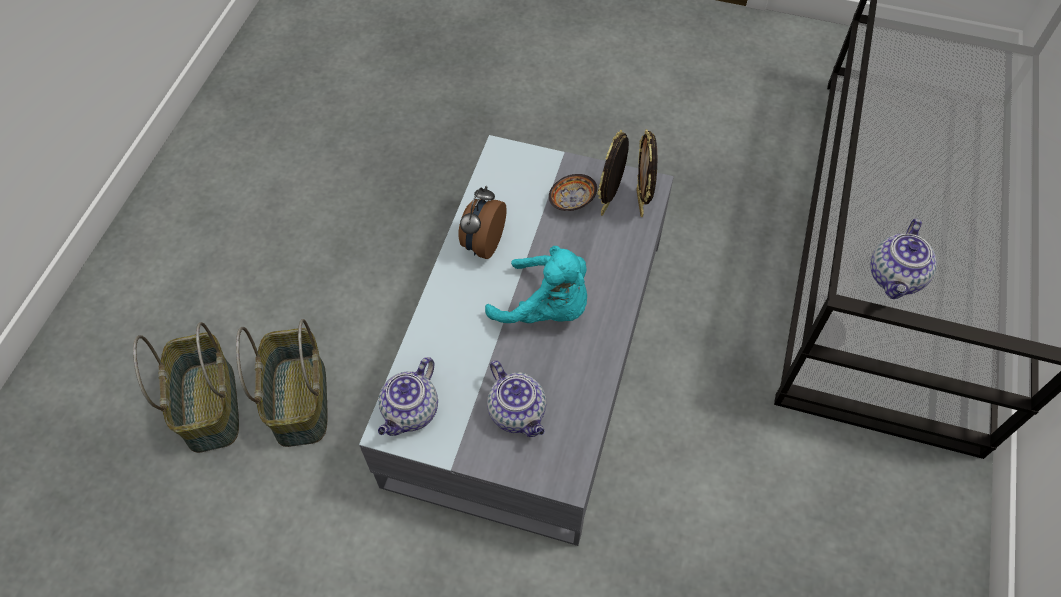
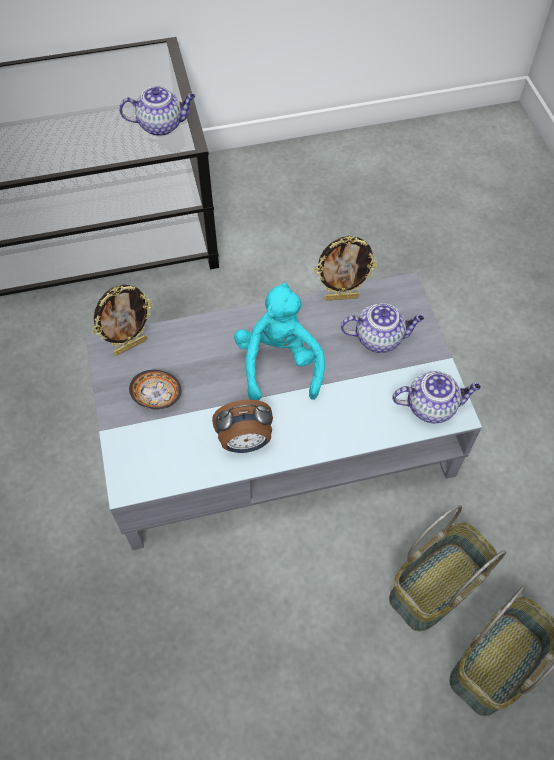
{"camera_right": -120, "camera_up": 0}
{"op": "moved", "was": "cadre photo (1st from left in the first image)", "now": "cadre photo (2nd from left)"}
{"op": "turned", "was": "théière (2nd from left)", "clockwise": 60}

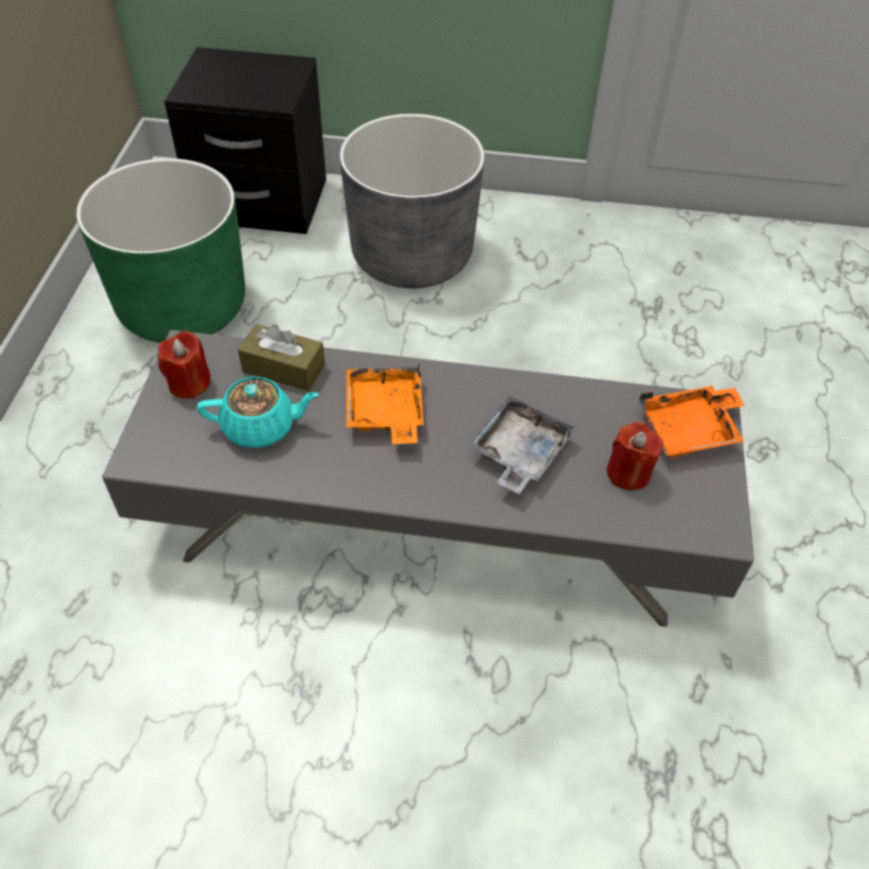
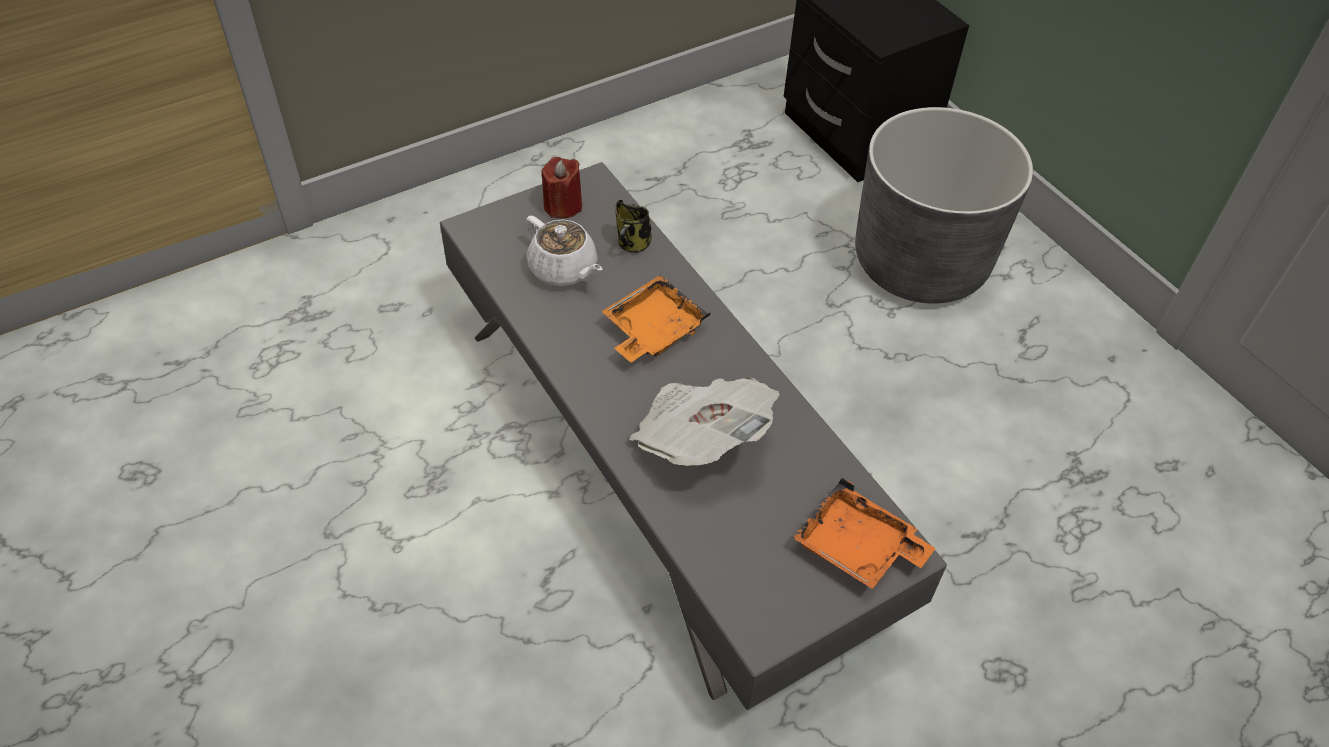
{"camera_right": 50, "camera_up": 0}
{"op": "removed", "was": "cache-pot (vert)"}
{"op": "replaced", "was": "boîte à mouchoirs (marron)", "now": "mug"}
{"op": "recoloured", "was": "théière (turquoise)", "now": "théière (blanc)"}
{"op": "replaced", "was": "plateau (gris)", "now": "journal"}
{"op": "removed", "was": "bougie (rouge) (2nd from left)"}

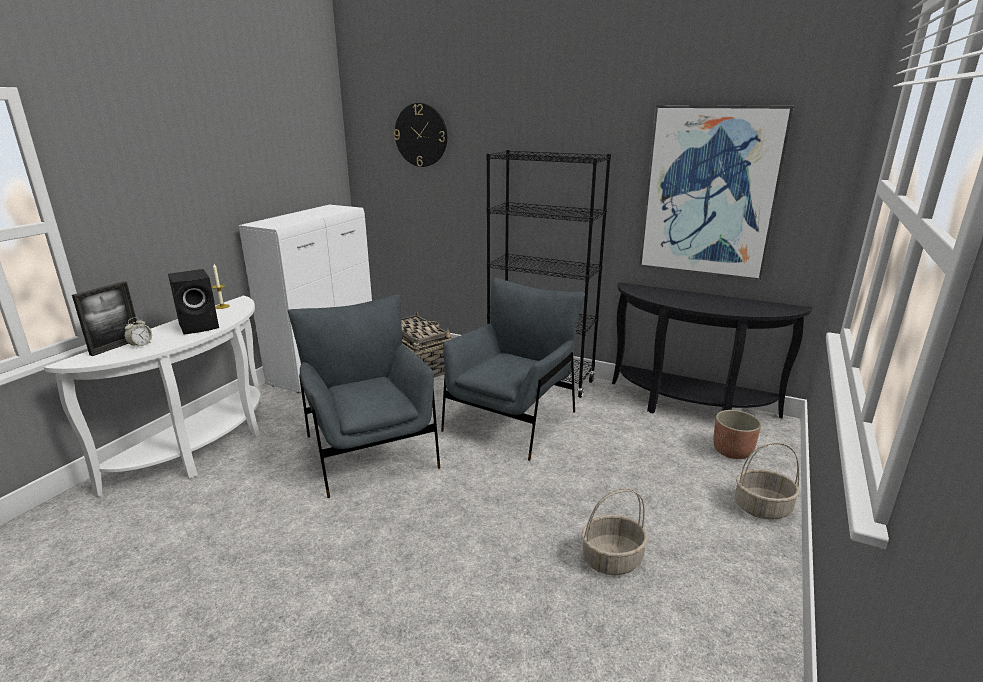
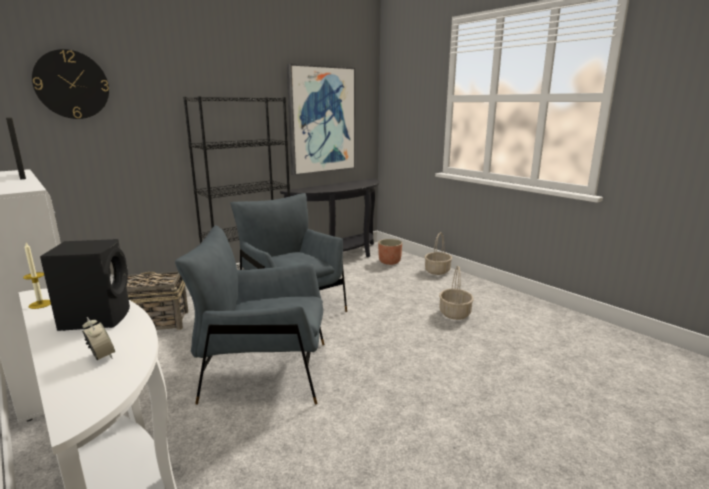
{"camera_right": -65, "camera_up": -5}
{"op": "moved", "was": "cadre photo"}

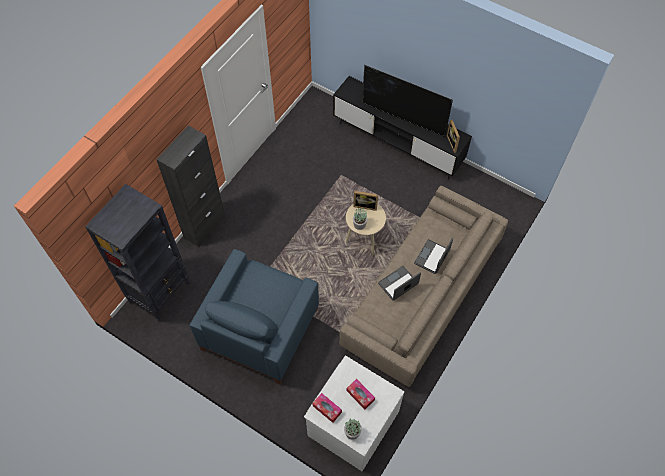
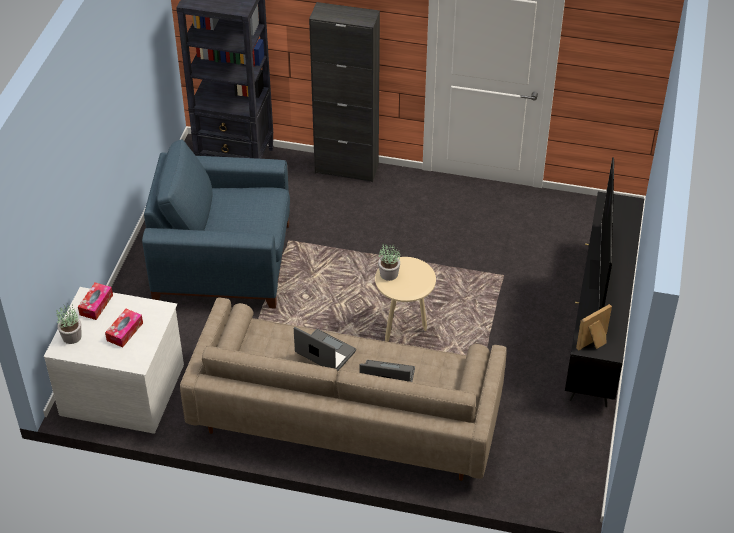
{"camera_right": 70, "camera_up": -15}
{"op": "removed", "was": "cadre photo (1st from left)"}

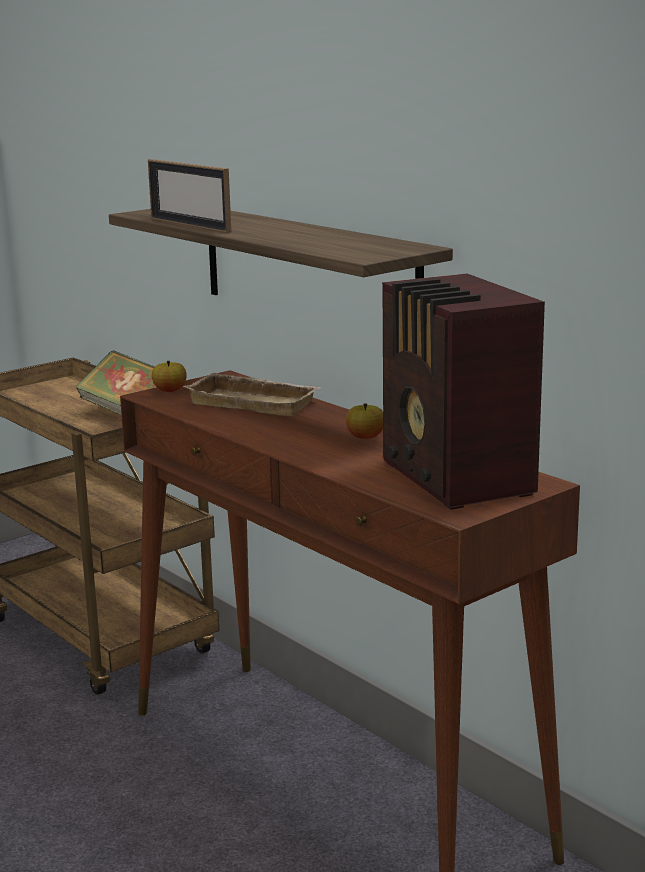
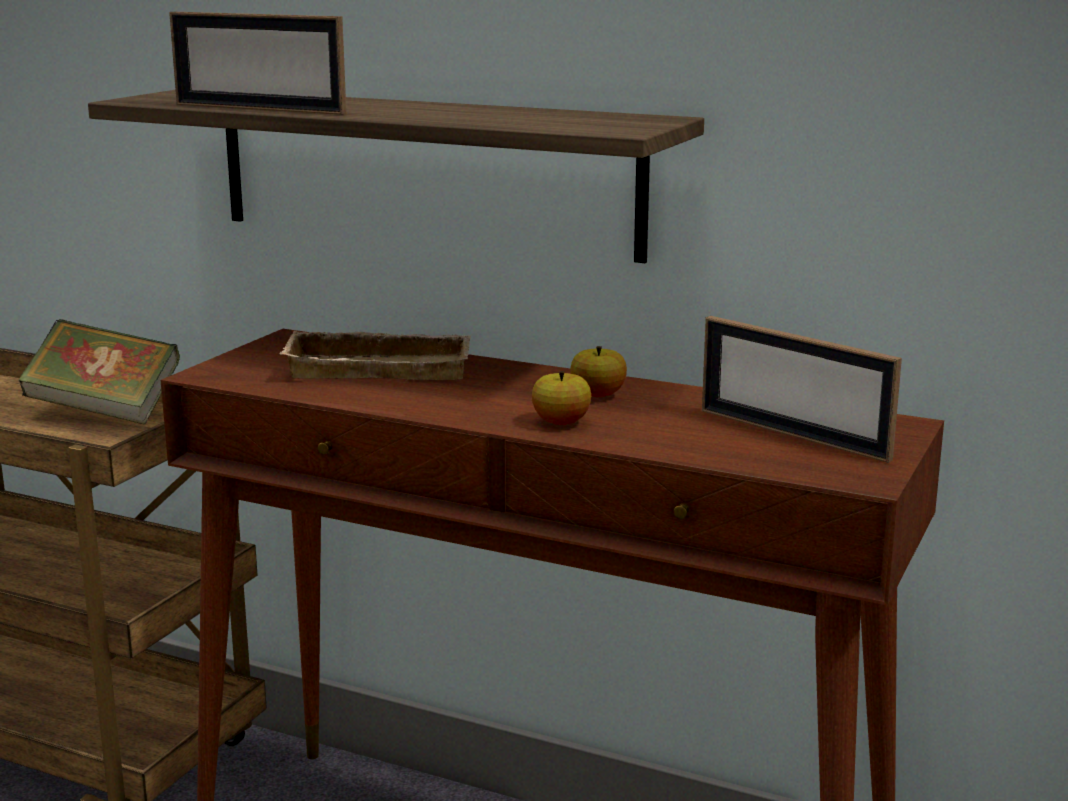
{"camera_right": -25, "camera_up": 0}
{"op": "replaced", "was": "radio", "now": "cadre photo (2nd from left)"}
{"op": "moved", "was": "pomme (1st from left)"}

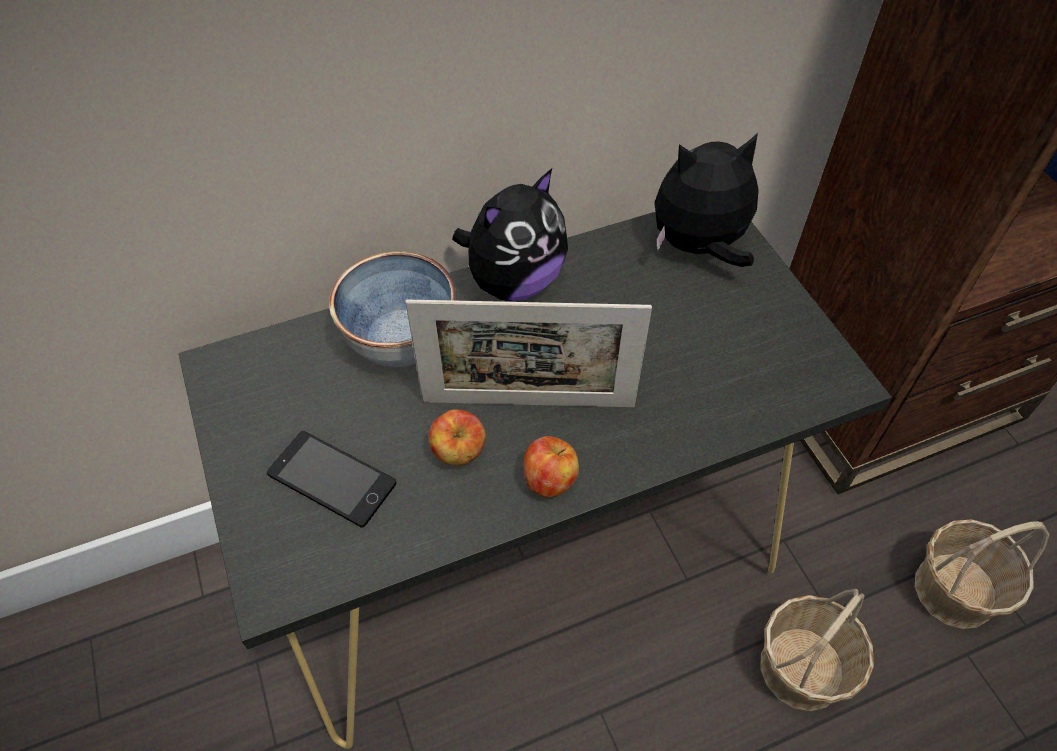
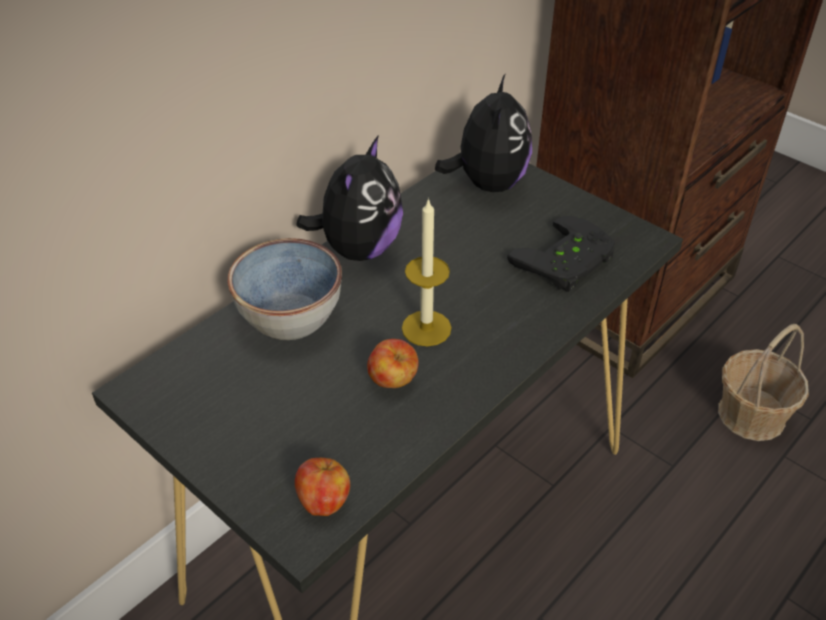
{"camera_right": -25, "camera_up": -10}
{"op": "turned", "was": "peluche (2nd from left)", "clockwise": 135}
{"op": "replaced", "was": "cadre photo", "now": "bougie"}
{"op": "removed", "was": "téléphone"}
{"op": "moved", "was": "pomme (2nd from left in the first image)", "now": "pomme (1st from left)"}
{"op": "removed", "was": "panier (1st from left)"}
{"op": "added", "now": "manette (noir)"}

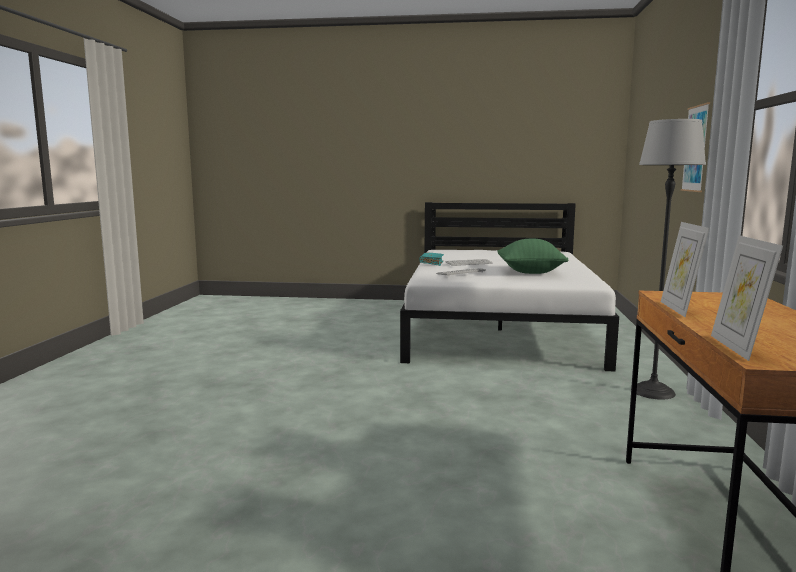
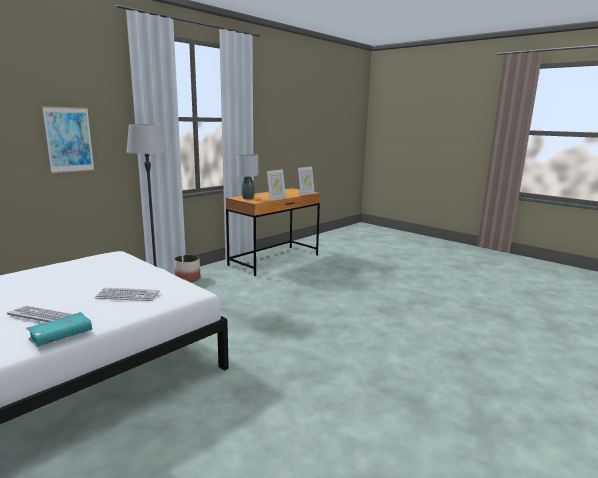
{"camera_right": -145, "camera_up": 5}
{"op": "removed", "was": "coussin (vert)"}
{"op": "added", "now": "lampe de table (gris)"}
{"op": "added", "now": "cache-pot"}

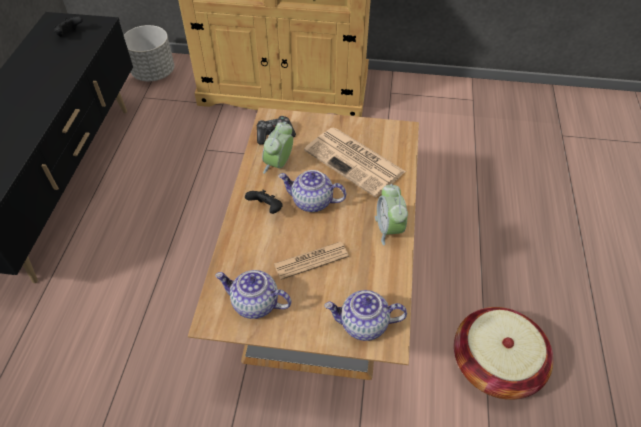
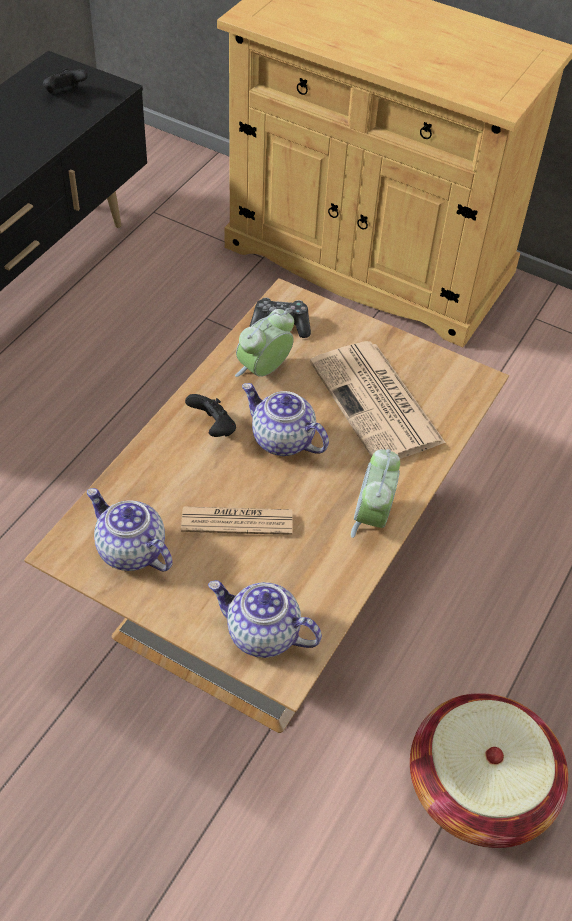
{"camera_right": 20, "camera_up": 0}
{"op": "removed", "was": "cache-pot (gris)"}

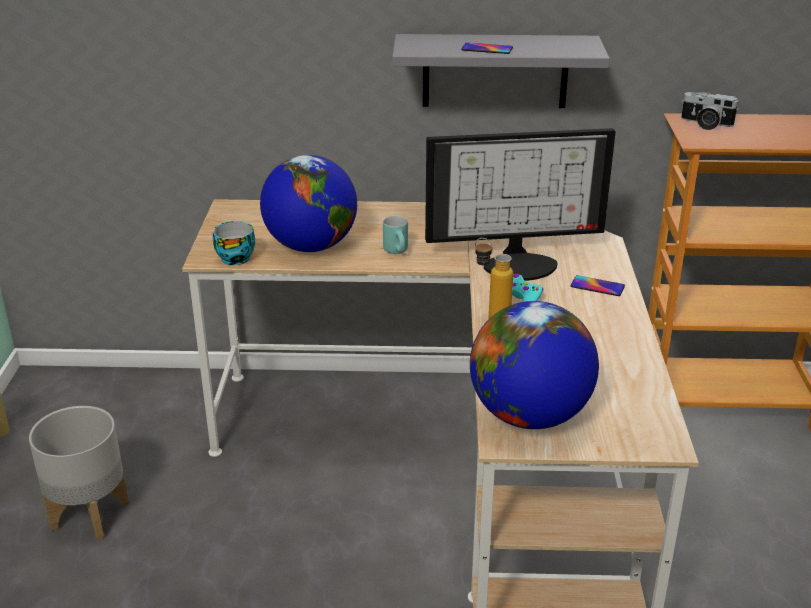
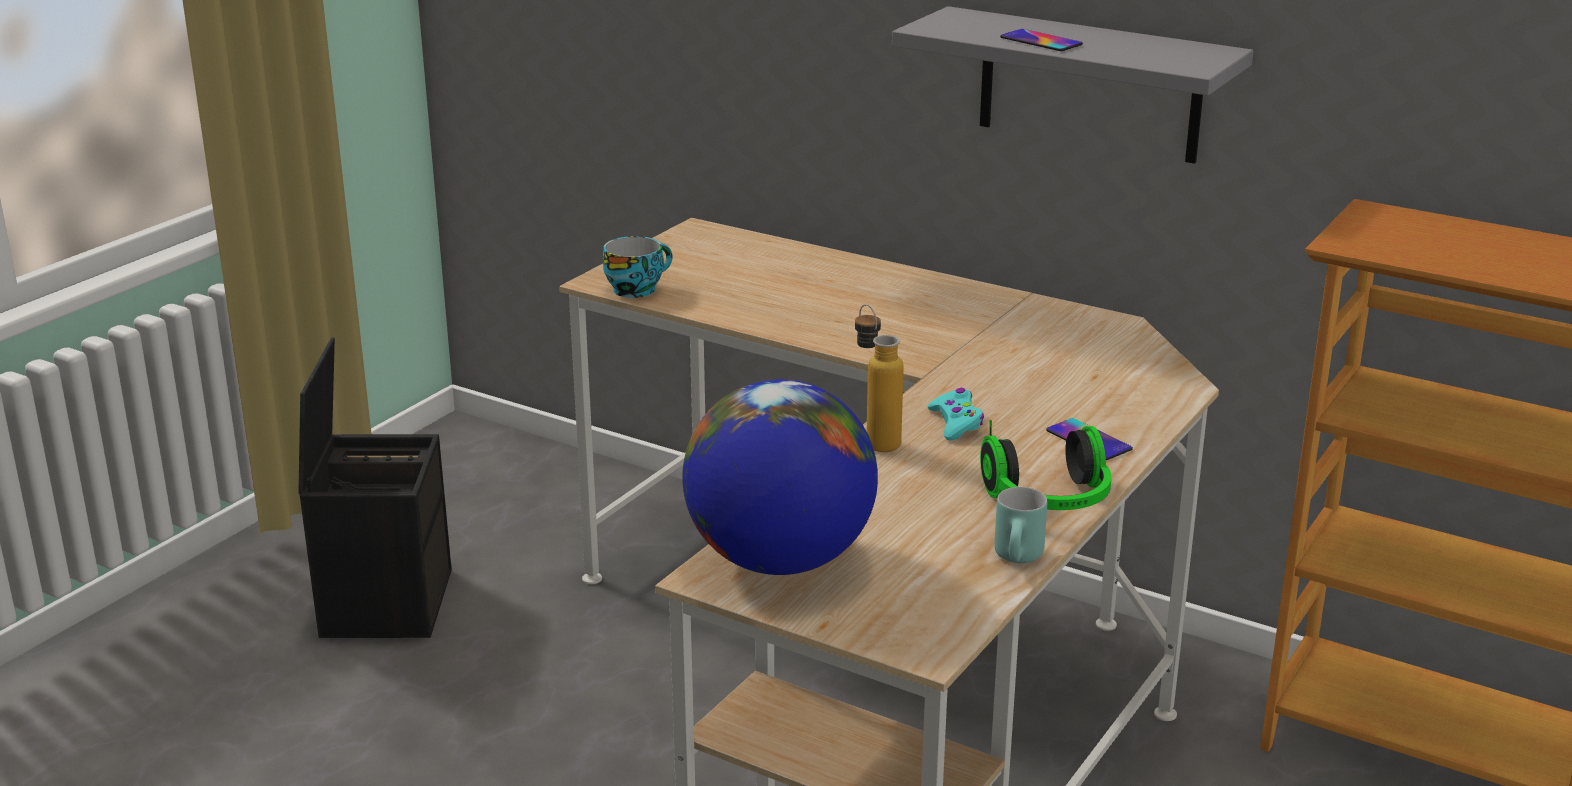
{"camera_right": 30, "camera_up": -5}
{"op": "removed", "was": "appareil photo"}
{"op": "removed", "was": "écran d'ordinateur"}
{"op": "removed", "was": "globe (1st from left)"}
{"op": "moved", "was": "mug (turquoise)"}
{"op": "replaced", "was": "cache-pot (gris)", "now": "boîte de rangement (noir)"}
{"op": "added", "now": "casque audio"}

